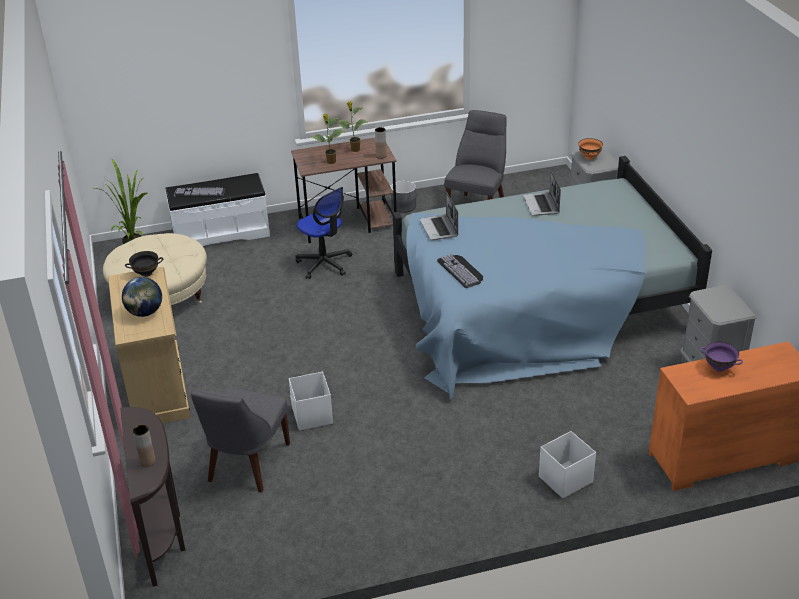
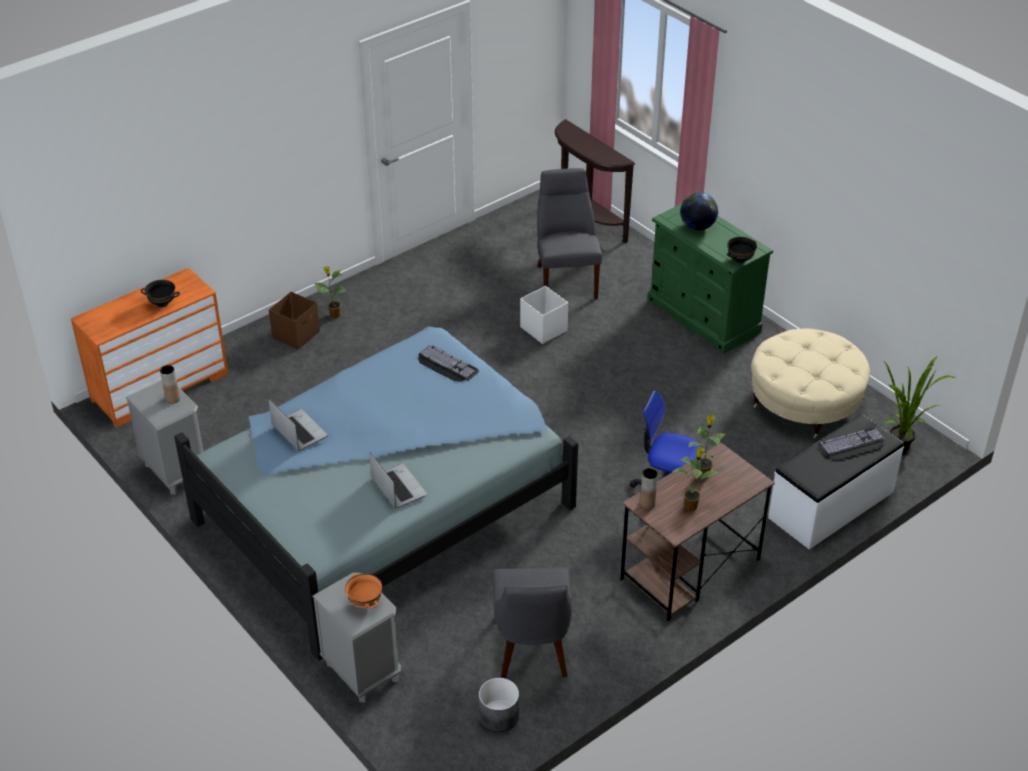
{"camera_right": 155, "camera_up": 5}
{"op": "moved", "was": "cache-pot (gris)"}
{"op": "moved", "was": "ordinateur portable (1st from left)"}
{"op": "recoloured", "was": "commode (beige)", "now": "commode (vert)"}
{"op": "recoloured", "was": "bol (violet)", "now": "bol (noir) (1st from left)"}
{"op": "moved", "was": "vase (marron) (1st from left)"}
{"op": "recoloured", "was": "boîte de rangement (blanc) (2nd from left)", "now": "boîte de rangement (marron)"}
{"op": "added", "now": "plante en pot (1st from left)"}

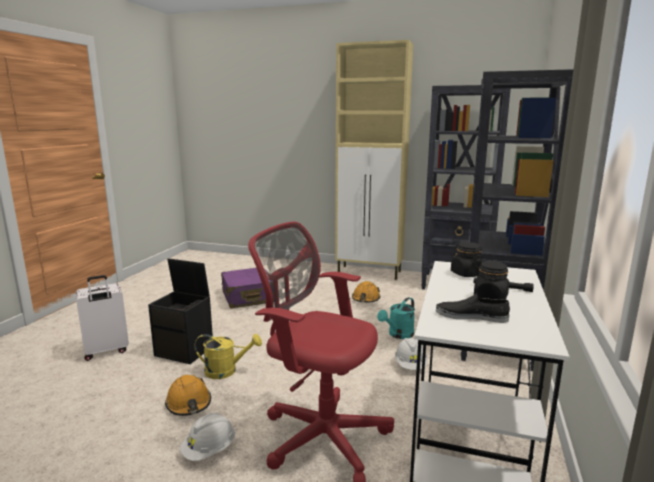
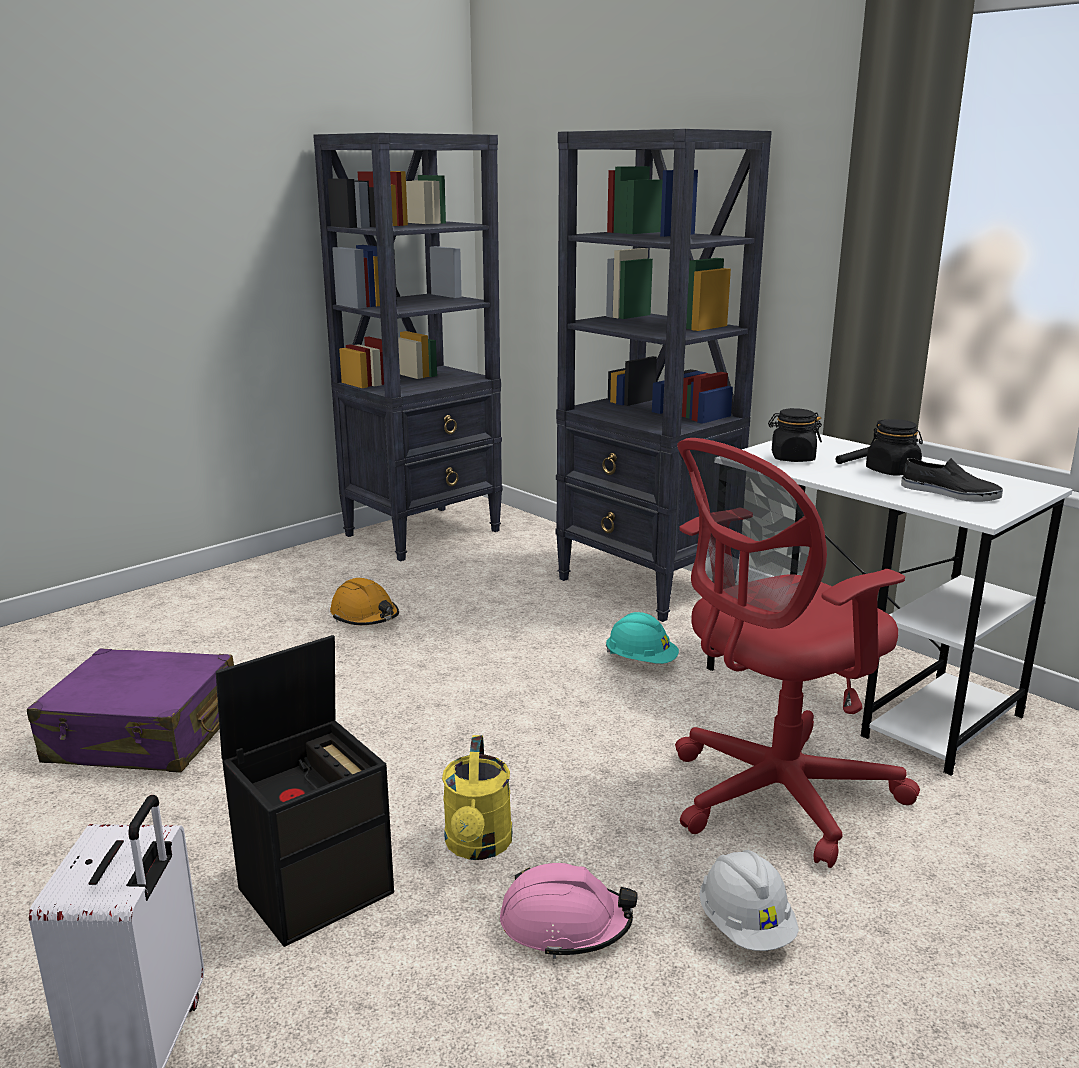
{"camera_right": -60, "camera_up": 5}
{"op": "removed", "was": "meuble de rangement (beige)"}
{"op": "turned", "was": "chaussure (noir)", "clockwise": -105}
{"op": "removed", "was": "arrosoir (turquoise)"}
{"op": "turned", "was": "arrosoir (jaune)", "clockwise": 150}
{"op": "recoloured", "was": "casque de chantier (blanc) (2nd from left)", "now": "casque de chantier (turquoise)"}
{"op": "recoloured", "was": "casque de chantier (orange) (1st from left)", "now": "casque de chantier (rose)"}

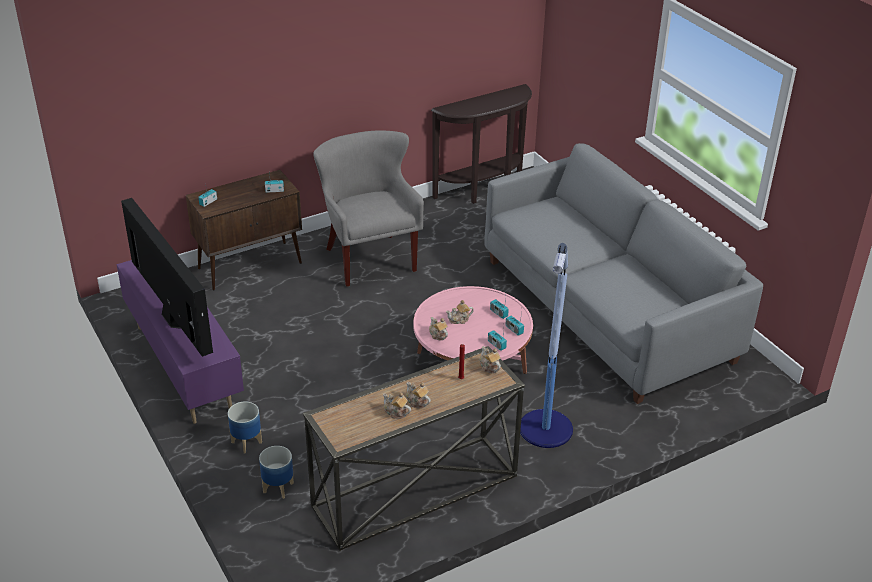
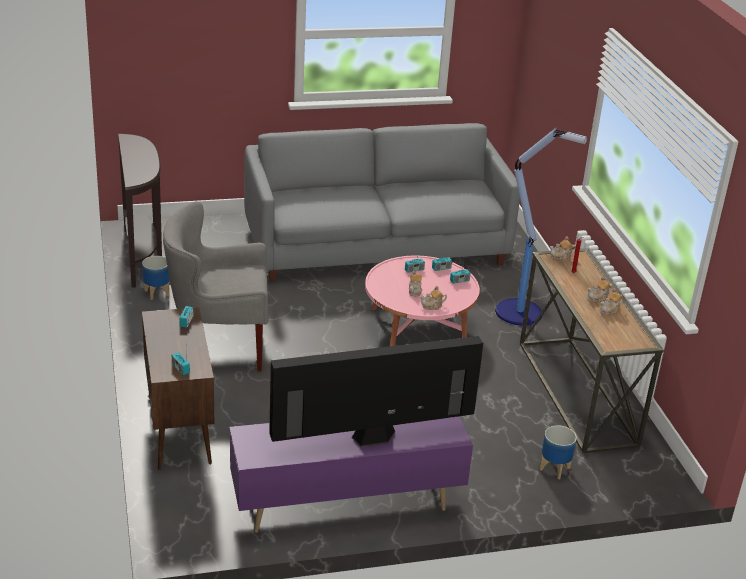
{"camera_right": -75, "camera_up": -5}
{"op": "moved", "was": "cache-pot (1st from left)"}

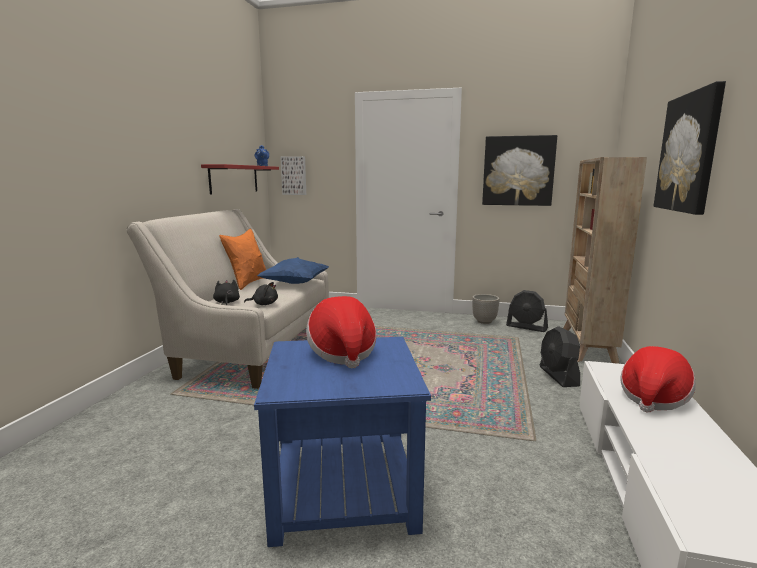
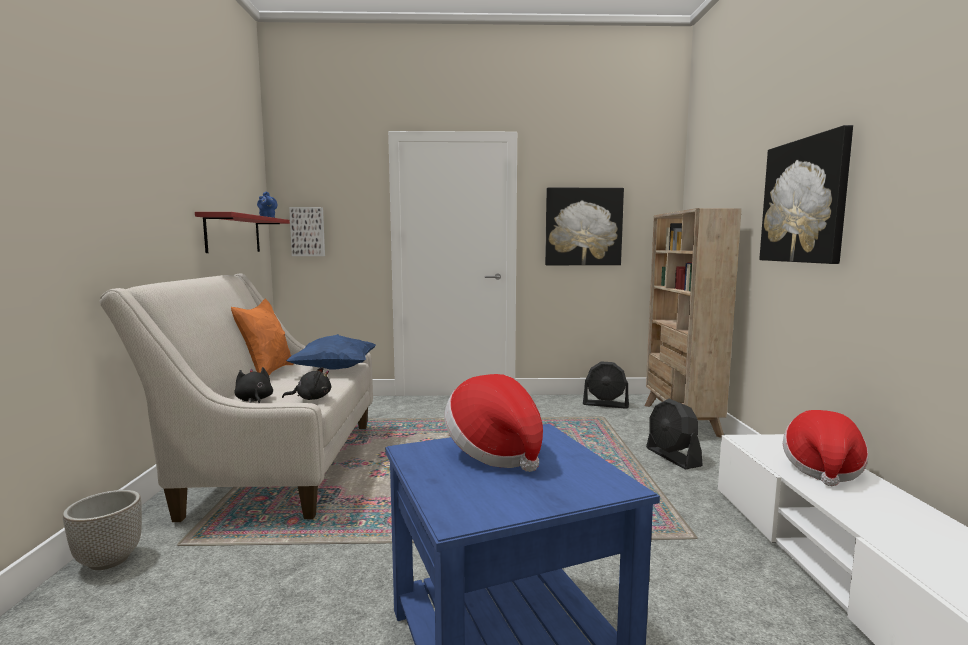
{"camera_right": -15, "camera_up": -5}
{"op": "moved", "was": "cache-pot"}

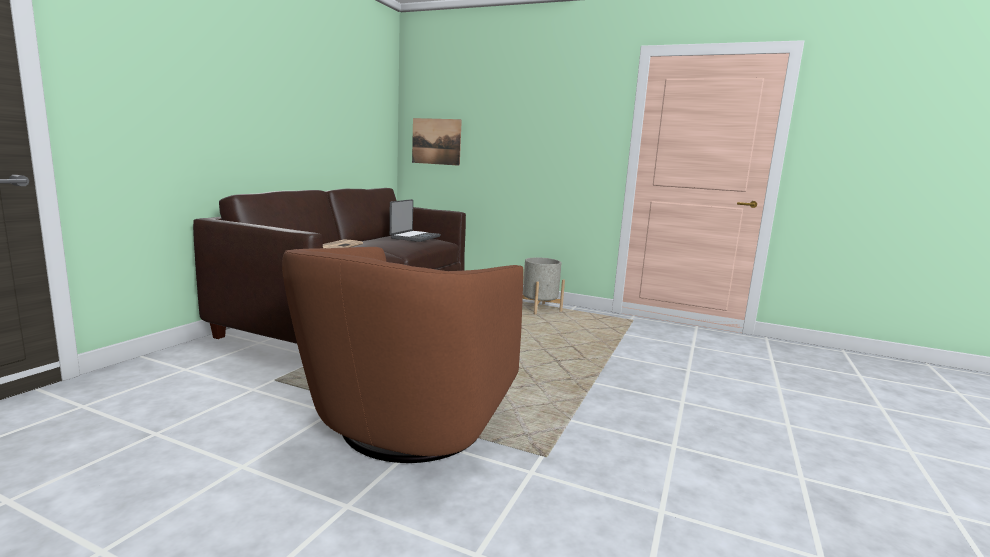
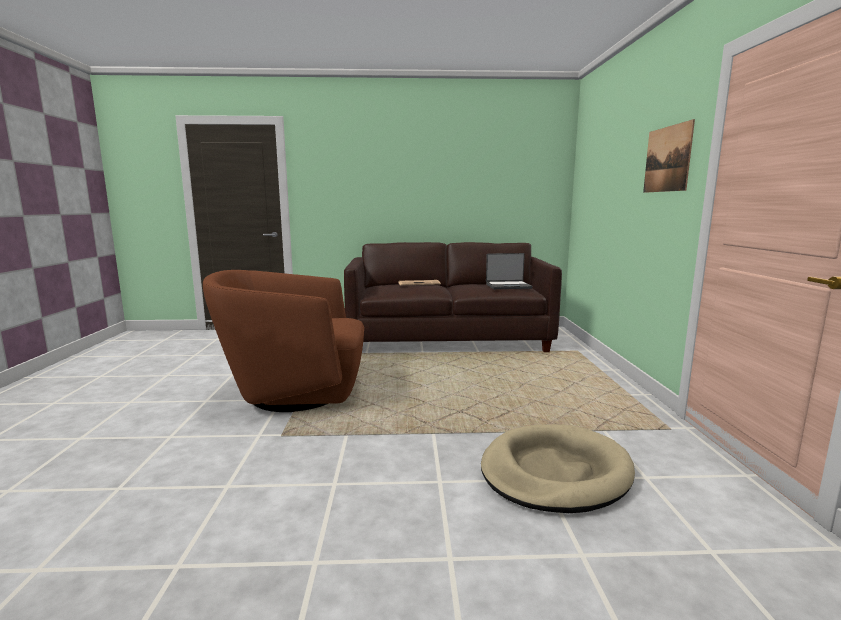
{"camera_right": 65, "camera_up": 0}
{"op": "moved", "was": "tableau"}
{"op": "removed", "was": "cache-pot (gris)"}
{"op": "added", "now": "panier pour chien (beige)"}

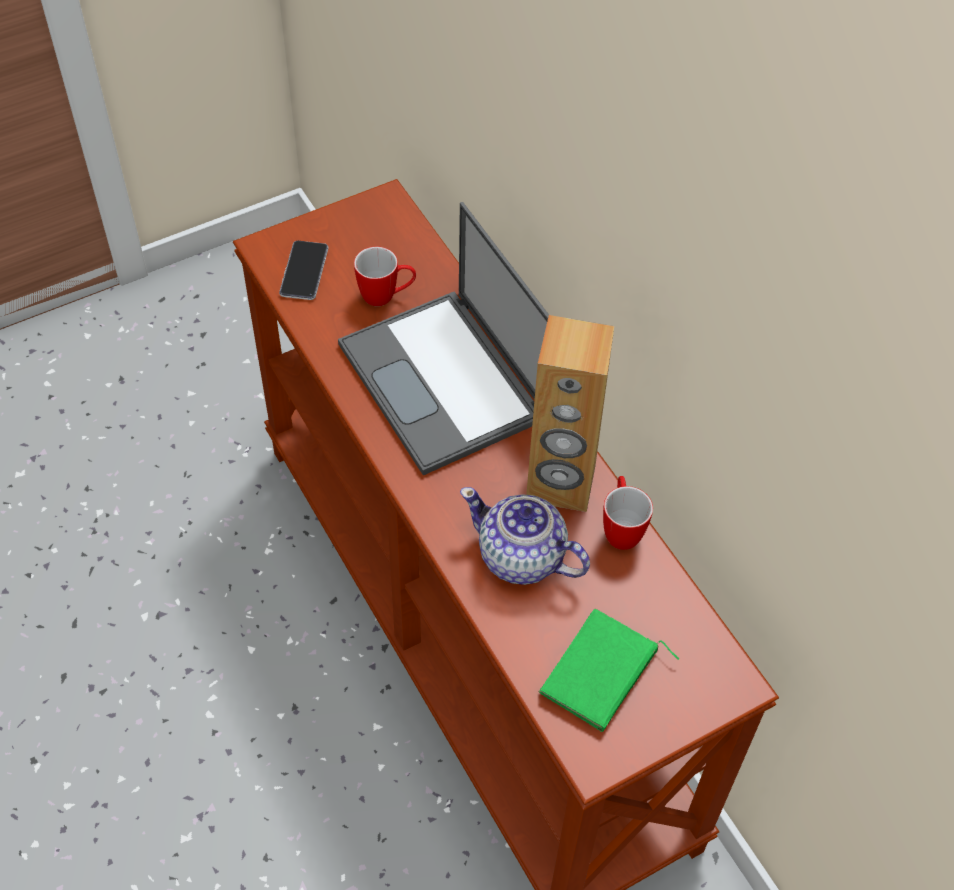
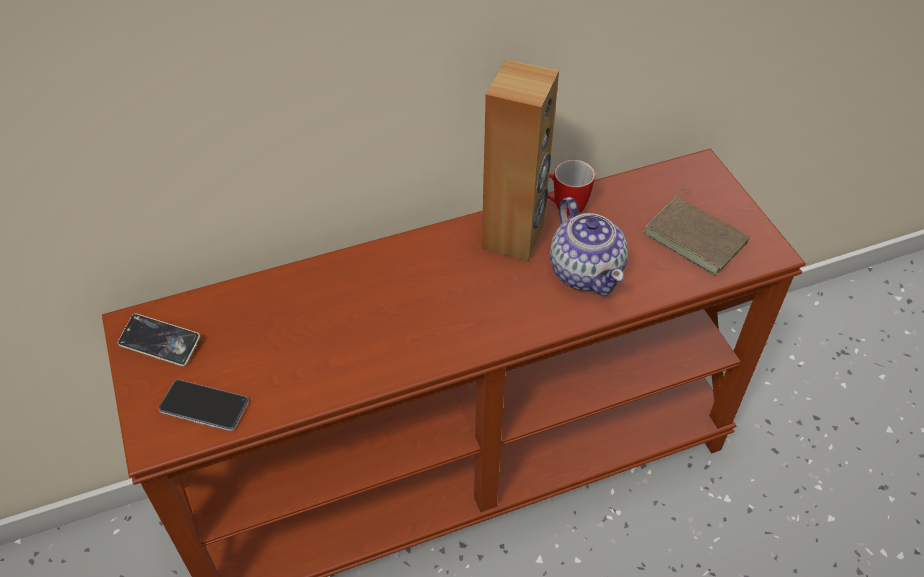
{"camera_right": -80, "camera_up": -5}
{"op": "removed", "was": "ordinateur portable"}
{"op": "removed", "was": "mug (1st from left)"}
{"op": "turned", "was": "théière", "clockwise": -60}
{"op": "recoloured", "was": "livre (vert)", "now": "livre (marron)"}
{"op": "added", "now": "téléphone (1st from left)"}

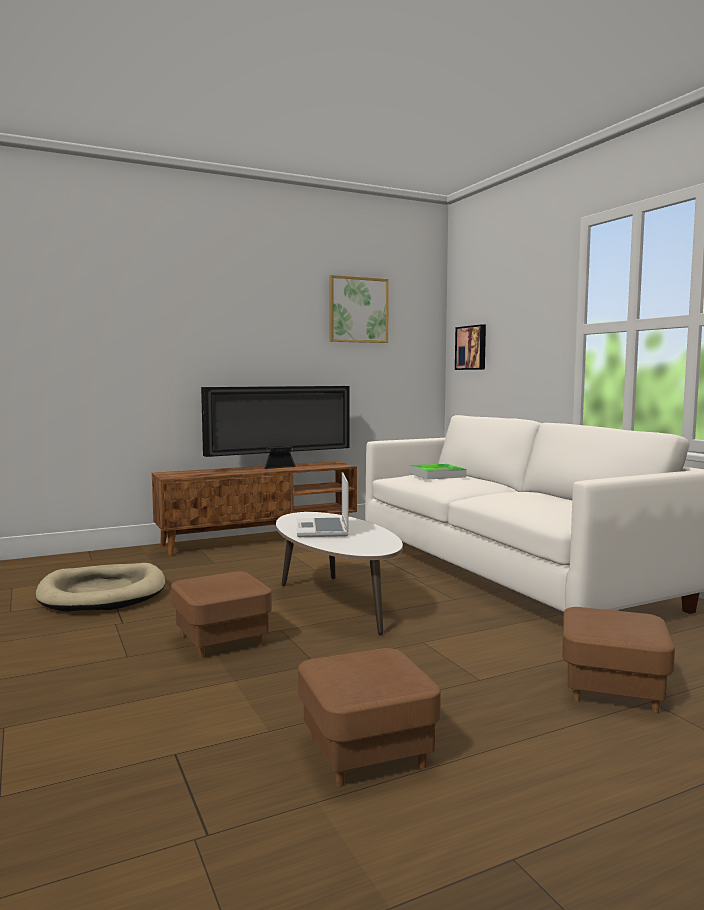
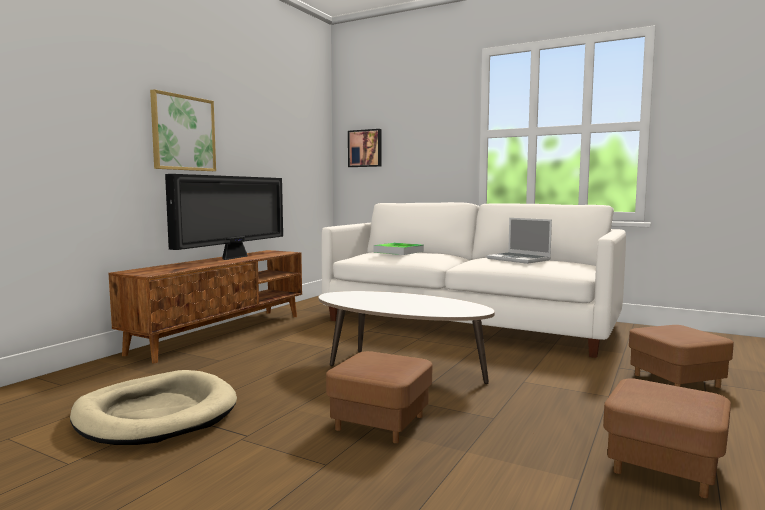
{"camera_right": -35, "camera_up": 0}
{"op": "moved", "was": "tableau (1st from left)"}
{"op": "moved", "was": "ordinateur portable"}

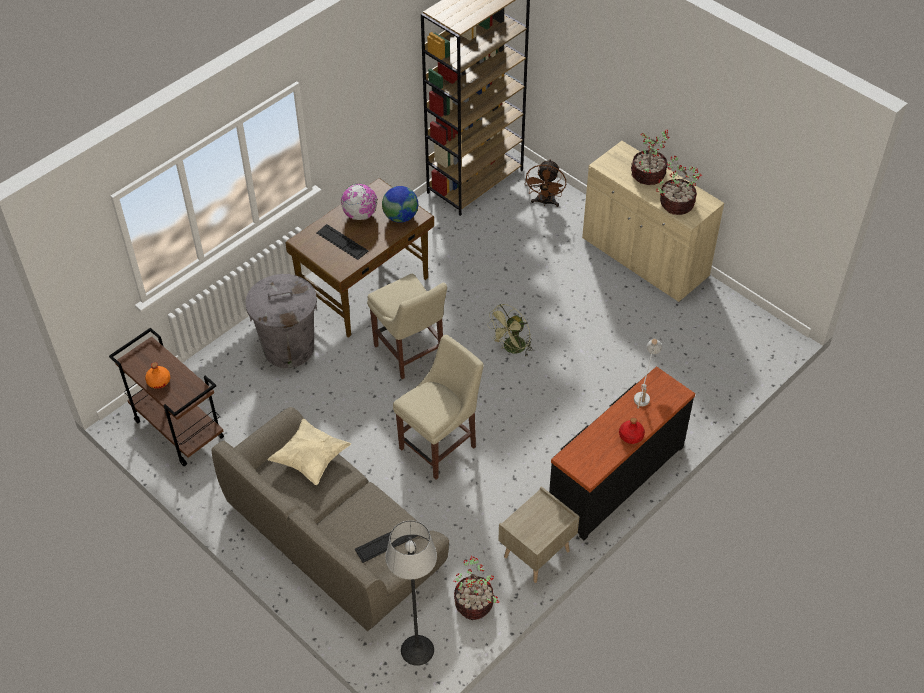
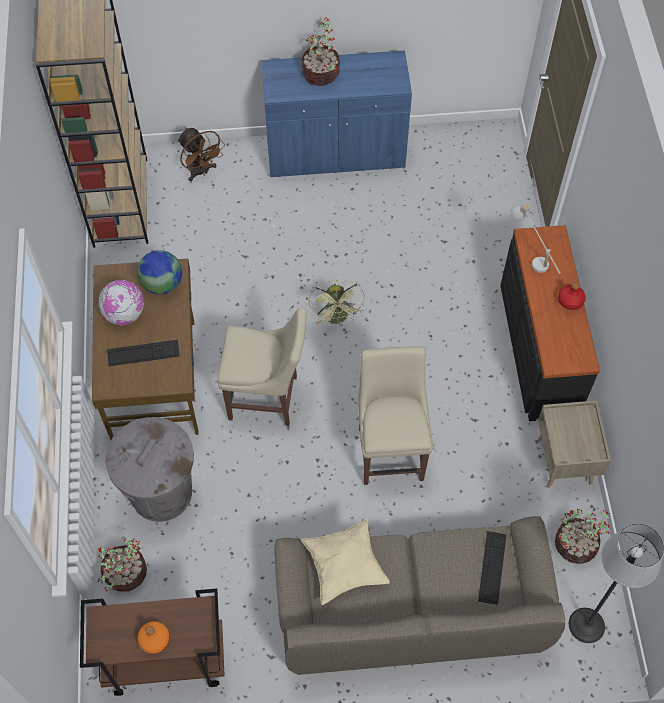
{"camera_right": -50, "camera_up": 10}
{"op": "recoloured", "was": "meuble de rangement (beige)", "now": "meuble de rangement (bleu)"}
{"op": "moved", "was": "plante en pot (3rd from left in the first image)", "now": "plante en pot (1st from left)"}

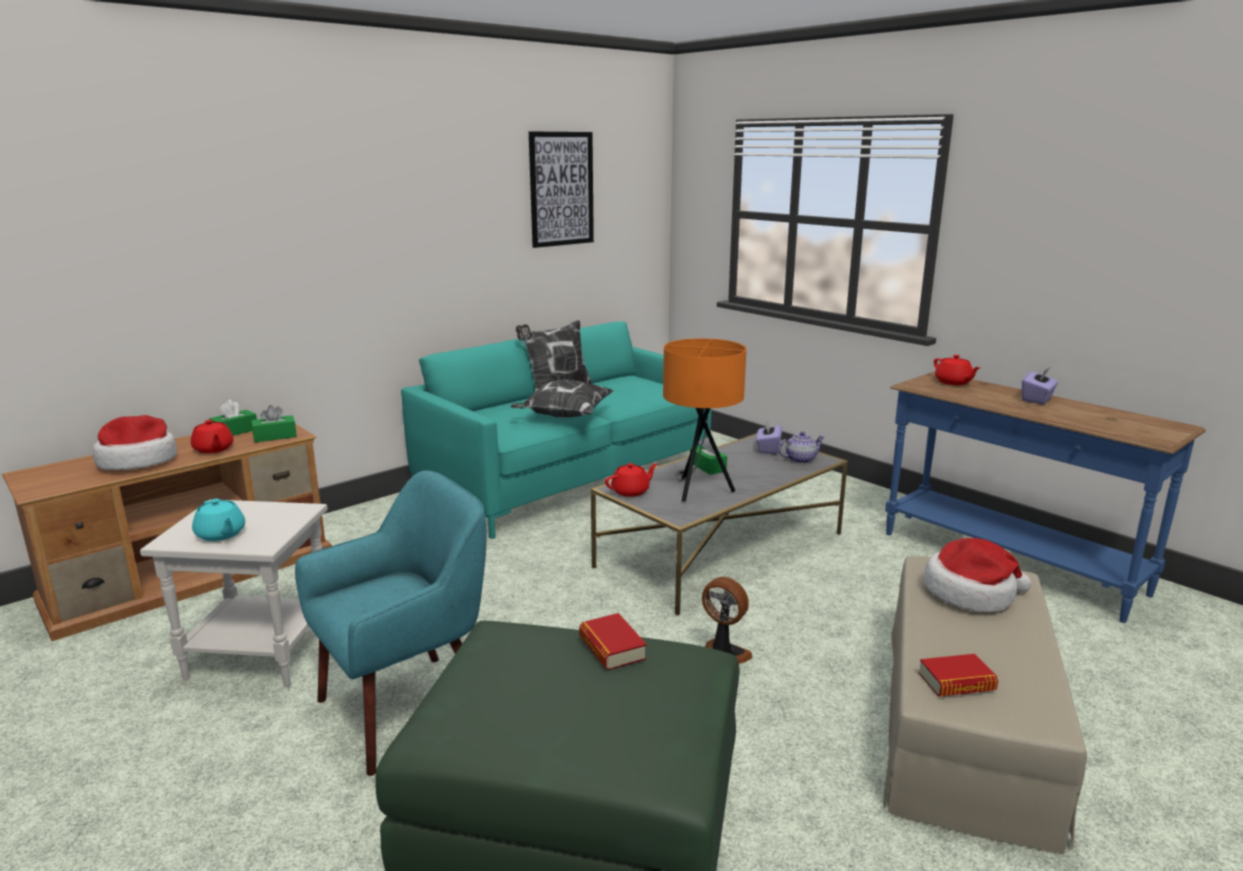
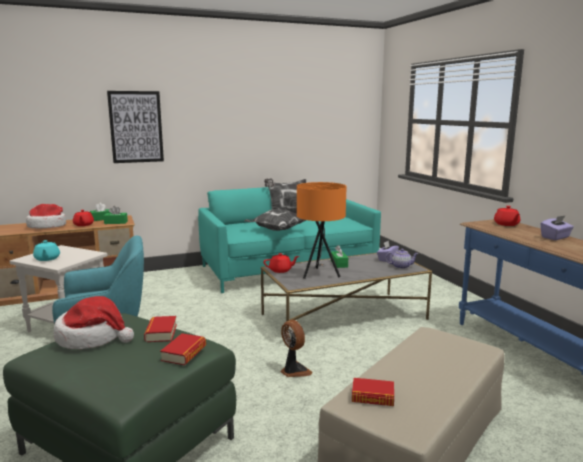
{"camera_right": 20, "camera_up": -5}
{"op": "moved", "was": "tableau"}
{"op": "moved", "was": "chapeau (2nd from left)"}
{"op": "added", "now": "livre (2nd from left)"}

